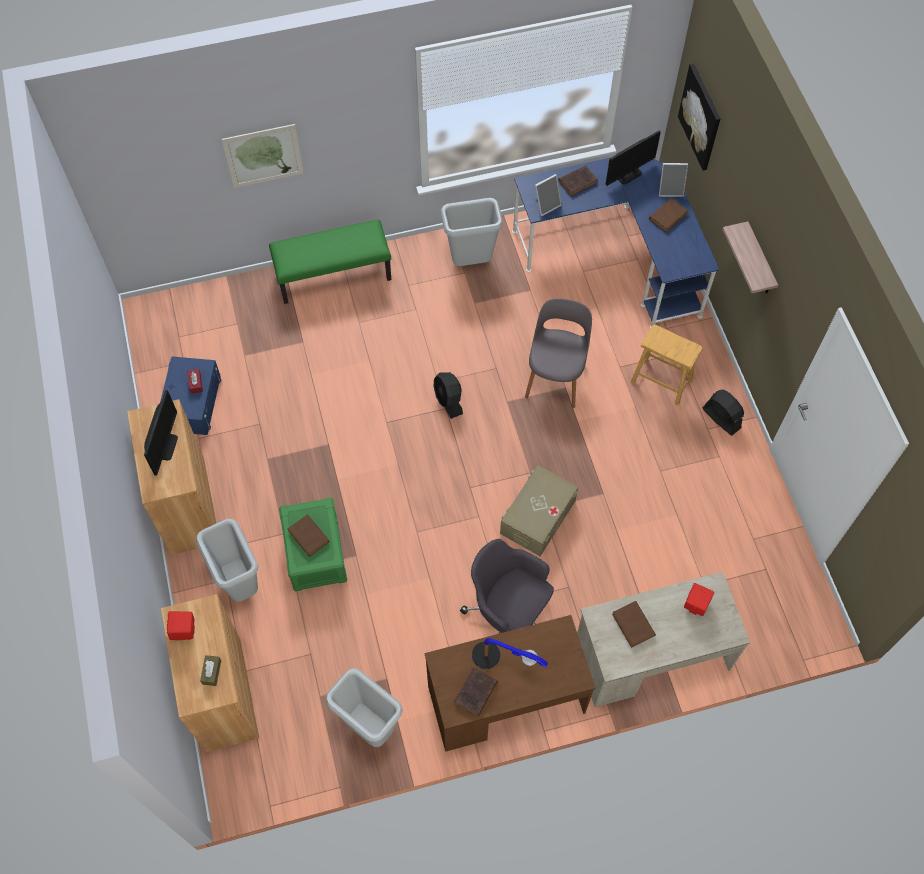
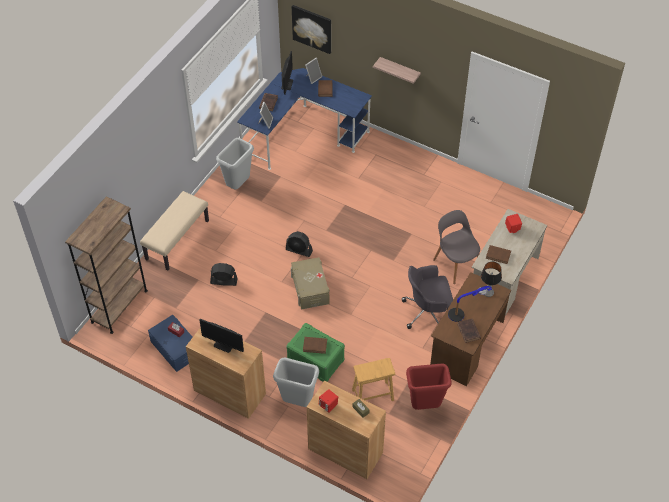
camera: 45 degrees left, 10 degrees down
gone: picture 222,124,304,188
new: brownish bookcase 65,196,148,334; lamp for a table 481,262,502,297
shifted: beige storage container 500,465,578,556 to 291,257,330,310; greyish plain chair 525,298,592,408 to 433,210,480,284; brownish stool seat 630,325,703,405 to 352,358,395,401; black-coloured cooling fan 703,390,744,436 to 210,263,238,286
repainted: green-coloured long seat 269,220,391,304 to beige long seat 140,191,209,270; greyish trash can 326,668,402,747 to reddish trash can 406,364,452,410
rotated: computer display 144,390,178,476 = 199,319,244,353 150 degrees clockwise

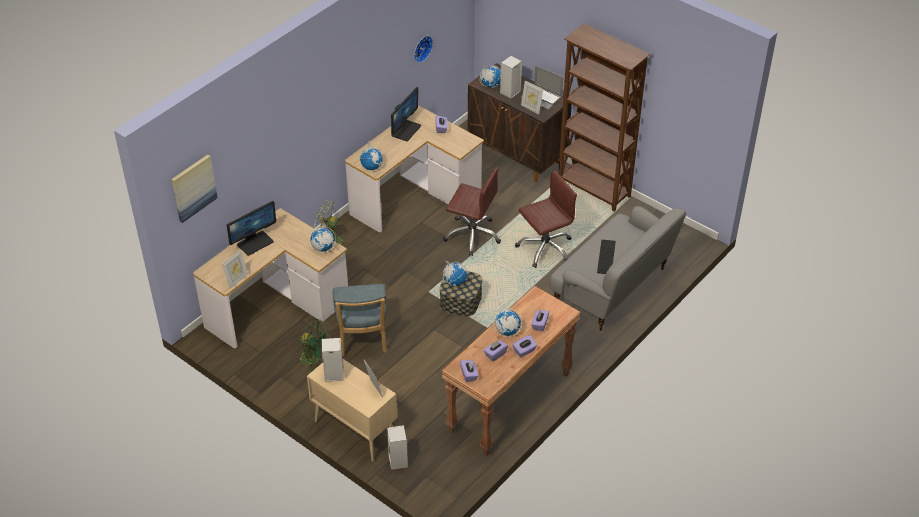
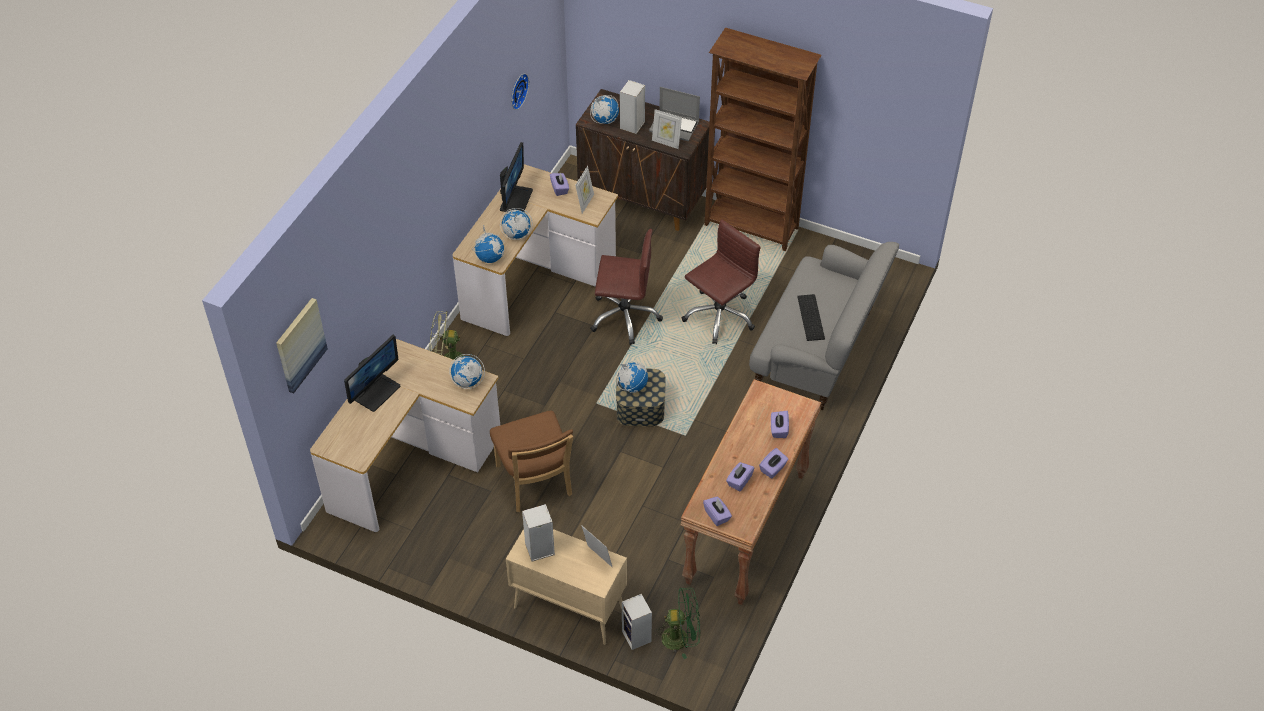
camera: 15 degrees left, 5 degrees up
shifted: picture frame 222,249,248,289 to 575,166,594,214; green-coloured cooling fan 296,318,328,372 to 653,588,700,659; desk globe 493,308,522,337 to 500,208,532,240
repainted: blue plain chair 333,284,387,356 to brownish plain chair 490,411,573,512

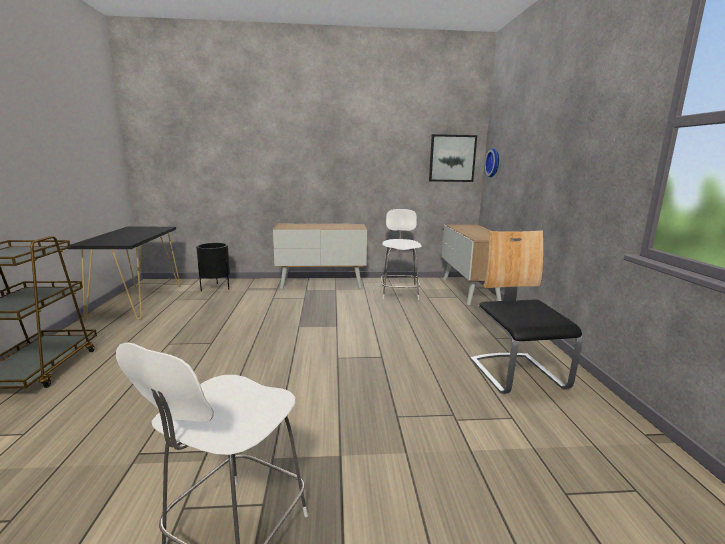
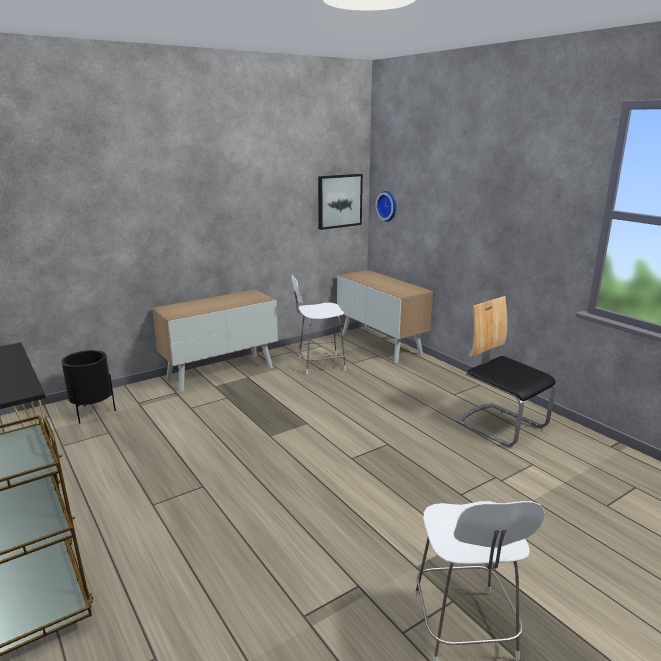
camera: 30 degrees left, 5 degrees up
rotated: whitish plain chair 381,209,422,300 = 291,274,347,375 75 degrees counterclockwise

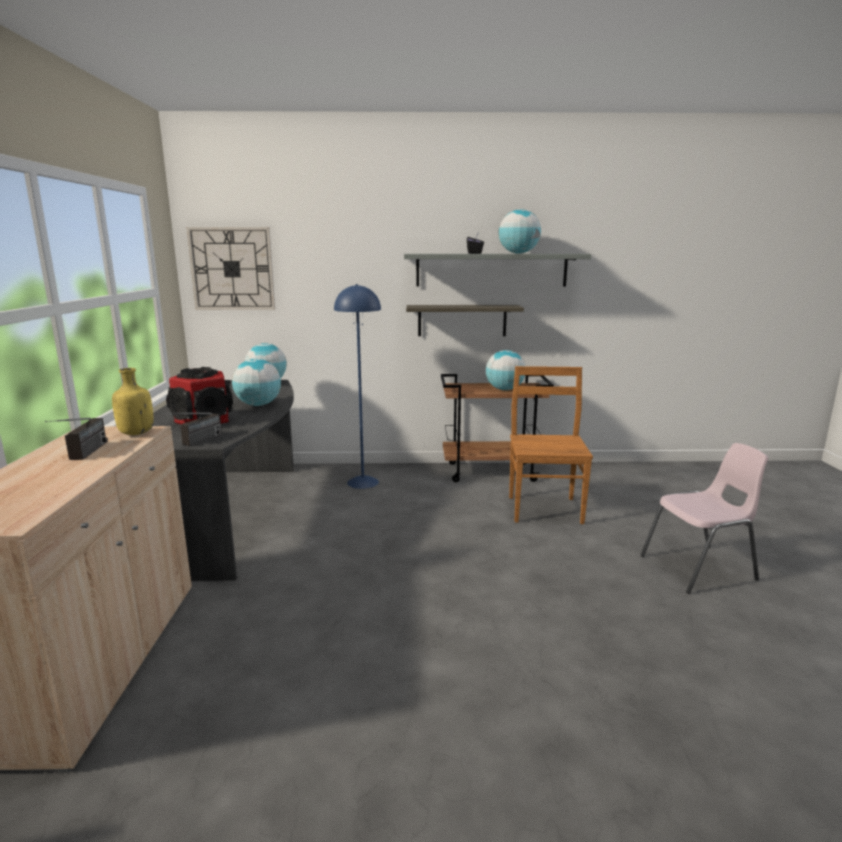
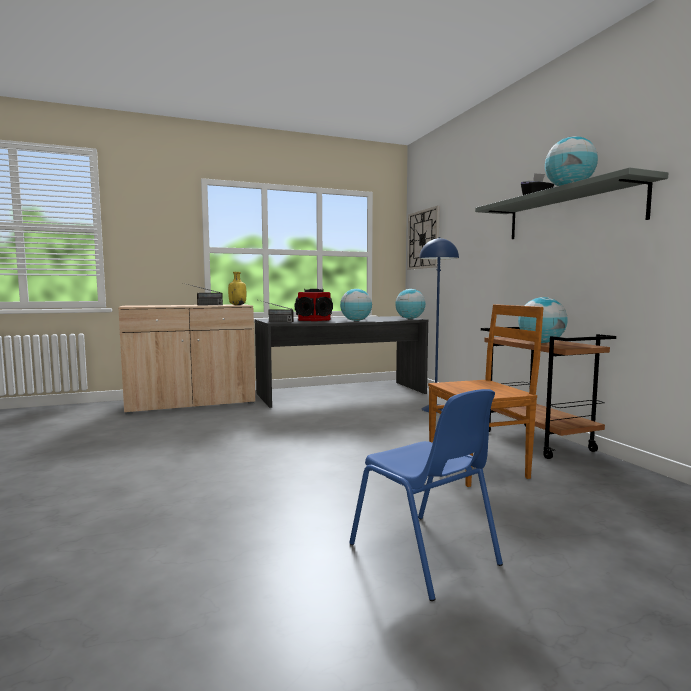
camera: 70 degrees right, 10 degrees down
gone: shelf 406,305,524,336
repainted: pinkish plain chair 641,443,768,594 to blue plain chair 349,389,503,601

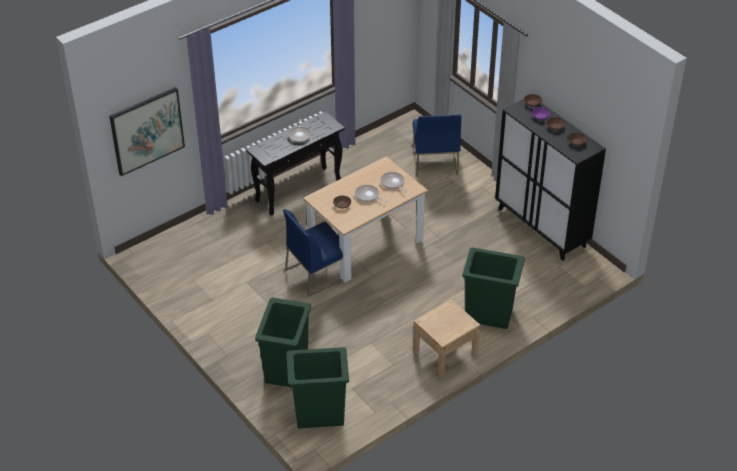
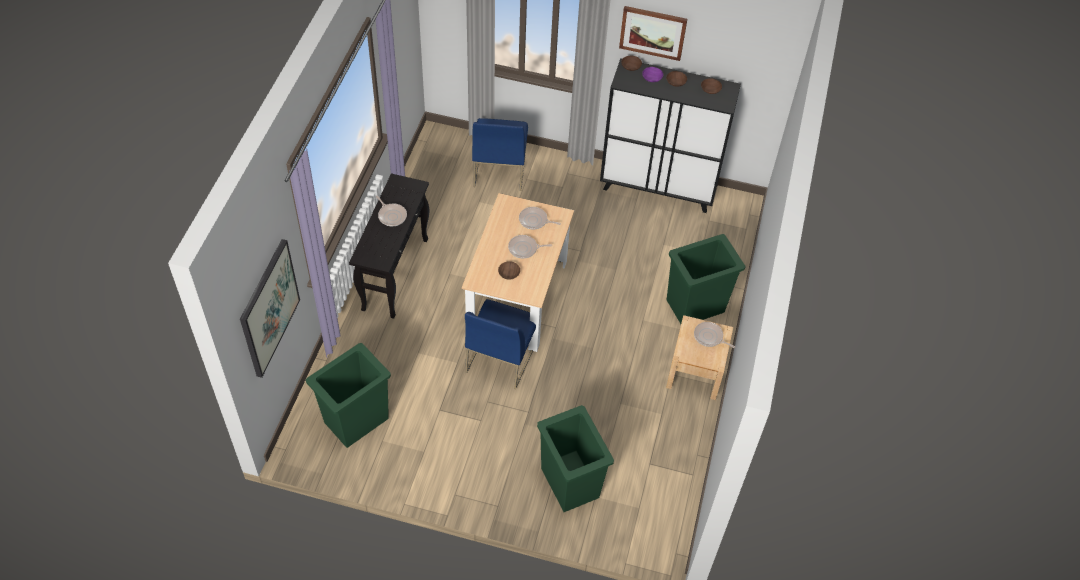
camera: 40 degrees left, 10 degrees up
new: picture 619,6,687,61; frying pan 694,322,735,348
shifted: green-coloured trash can 287,347,349,429 to 306,343,391,448
rotated: blue plain chair 413,114,461,178 = 472,118,528,191 45 degrees clockwise

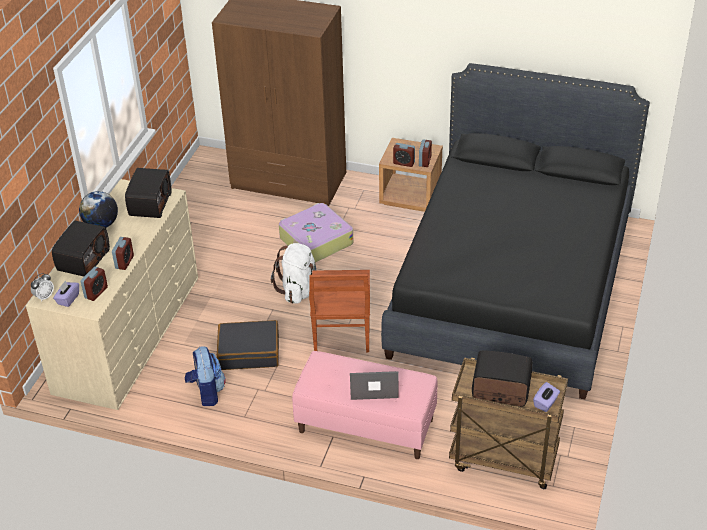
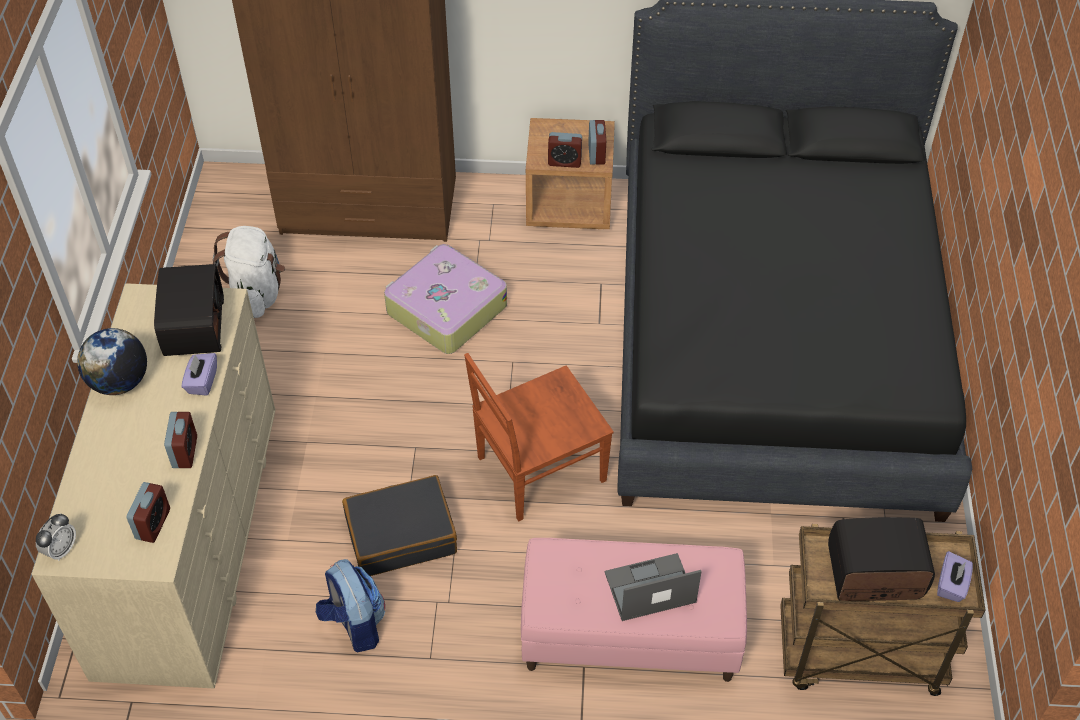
camera: 15 degrees left, 10 degrees up
gone: radio receiver 52,221,110,277
shifted: purple box of tissues 53,281,79,307 to 182,353,217,396; whitish knapsack 271,243,316,304 to 213,226,285,318
rotated: brownish plain chair 309,270,370,352 = 464,353,614,521 75 degrees clockwise

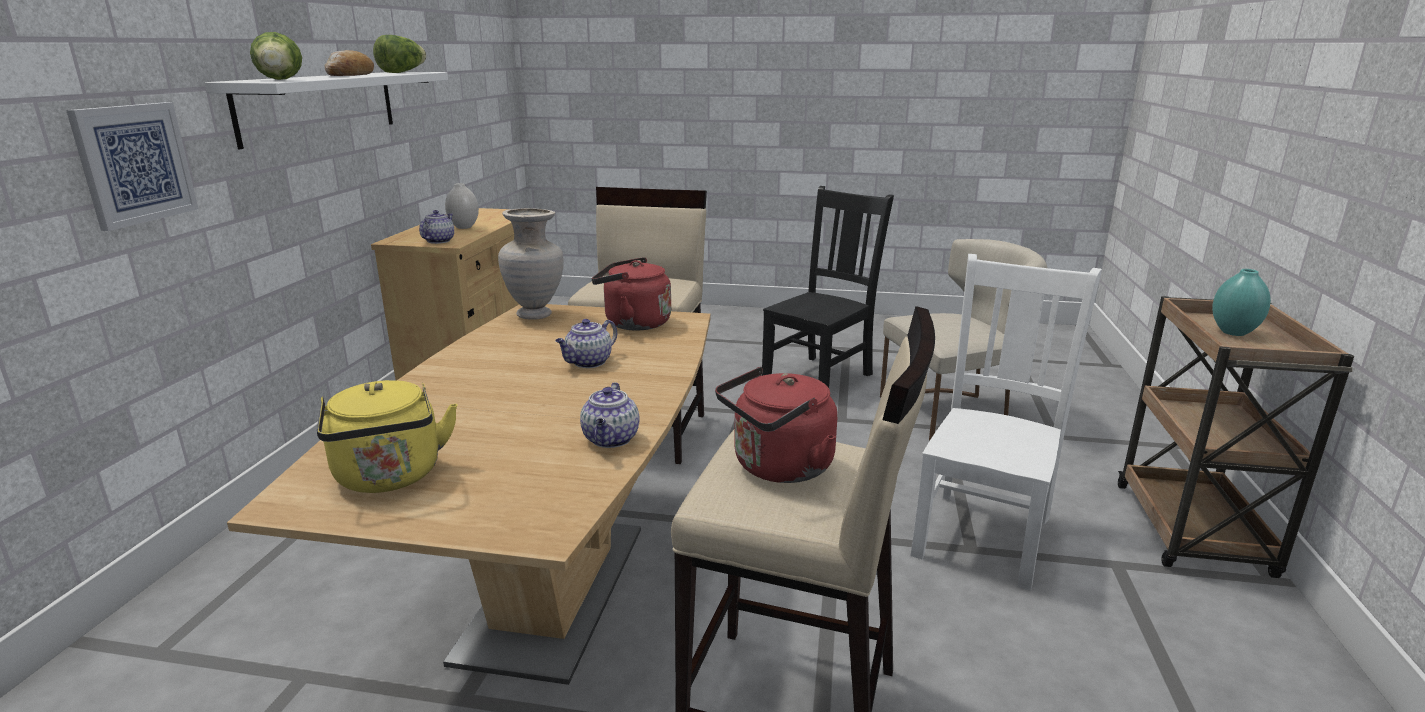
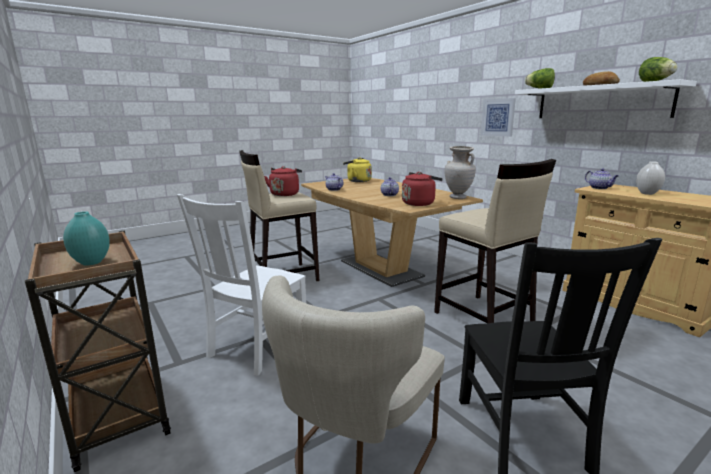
camera: 135 degrees right, 5 degrees down
rotated: whitish plain chair 910,254,1102,591 = 177,194,306,376 45 degrees clockwise

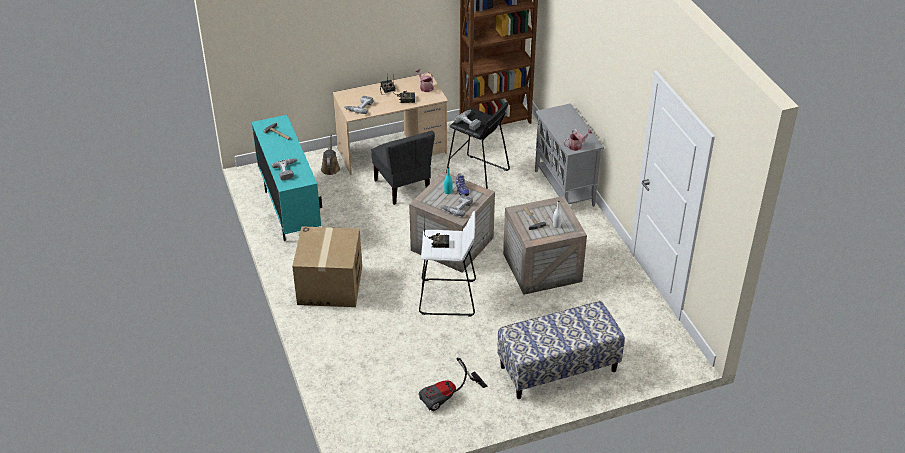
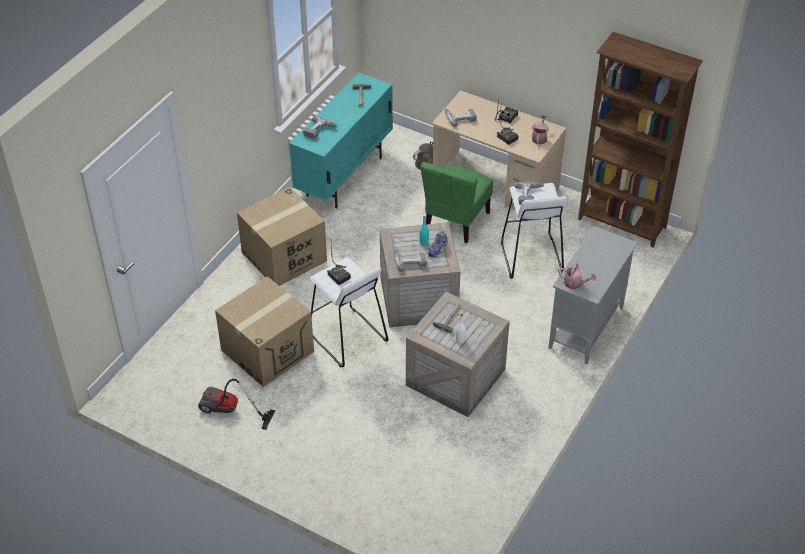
camera: 50 degrees right, 5 degrees up
gone: long seat 497,301,625,399
new: cardboard box 215,276,314,387
repainted: greyish plain chair 371,131,435,205 to green-coloured plain chair 421,162,493,243; black-coloured stool seat 446,102,510,189 to whitish stool seat 501,183,567,279

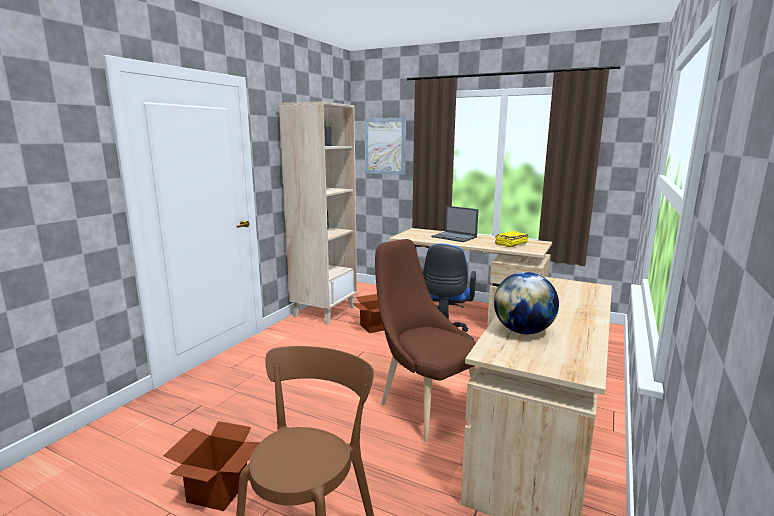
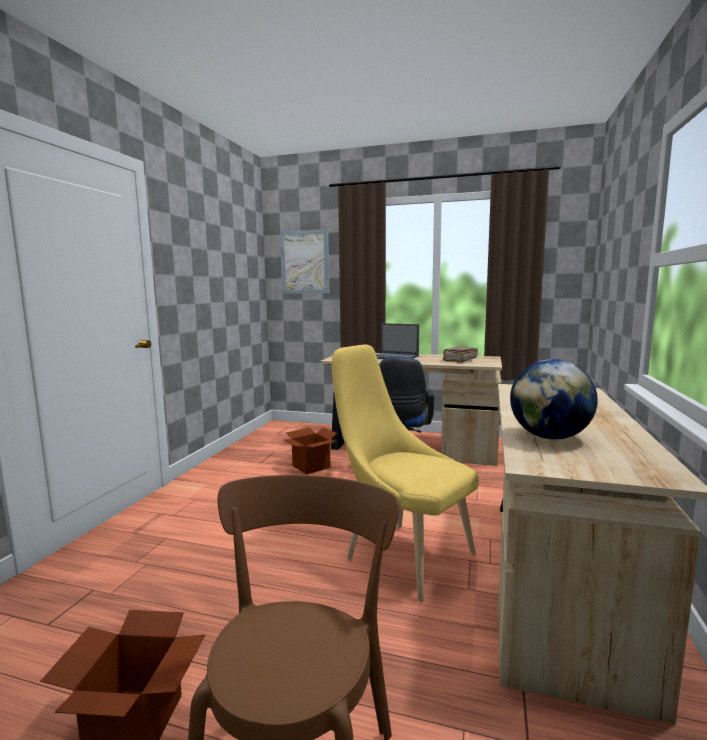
camera: 10 degrees left, 5 degrees down
gone: beige bookcase 279,101,357,325
repainted: brownish plain chair 375,239,477,442 to yellow-coloured plain chair 332,344,479,602; yellow-coloured bound book 495,231,528,247 to brownish bound book 443,346,478,363

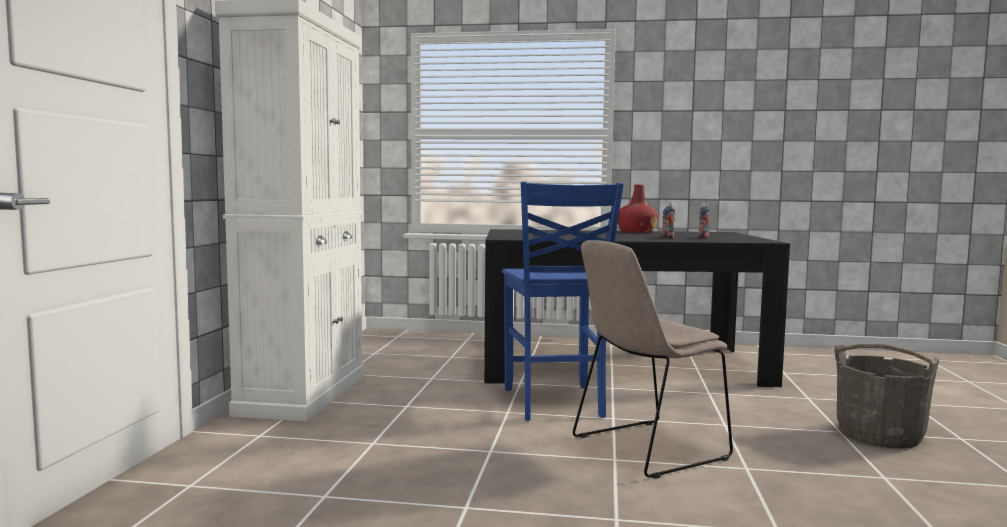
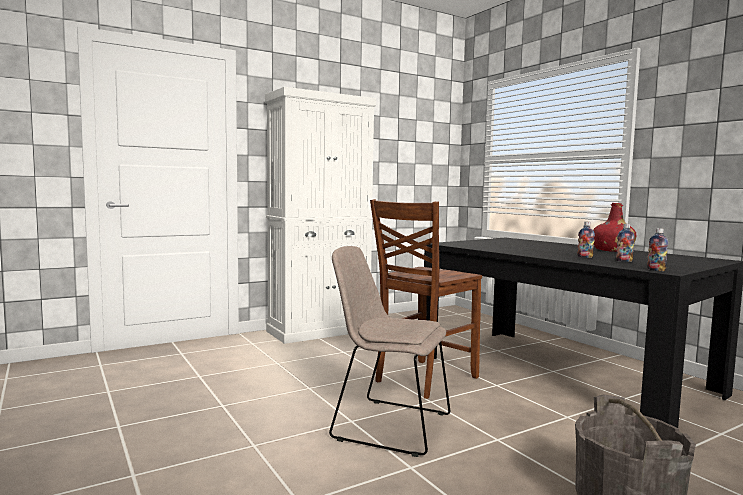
camera: 50 degrees right, 0 degrees up
new: bottle 647,228,668,271
repainted: blue plain chair 502,181,624,421 to brownish plain chair 370,199,482,399

